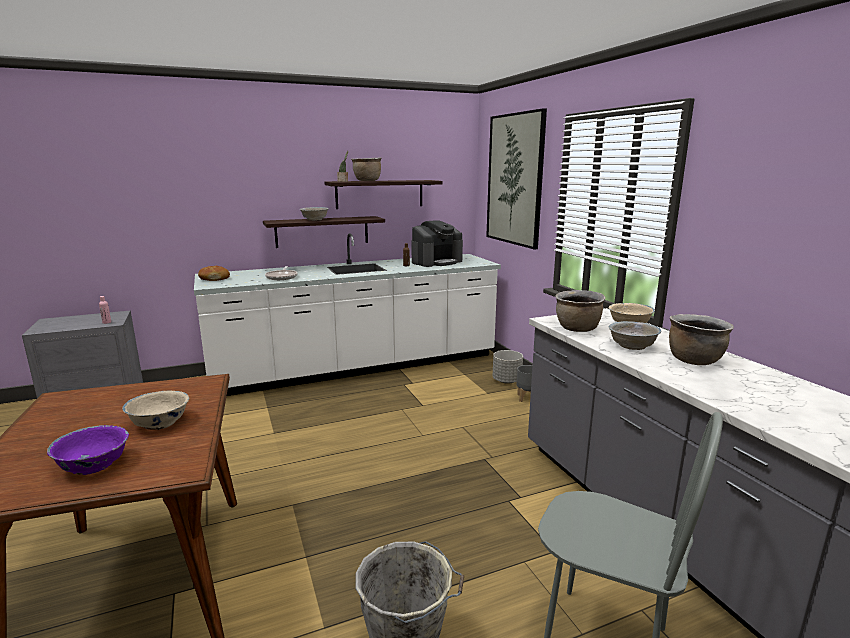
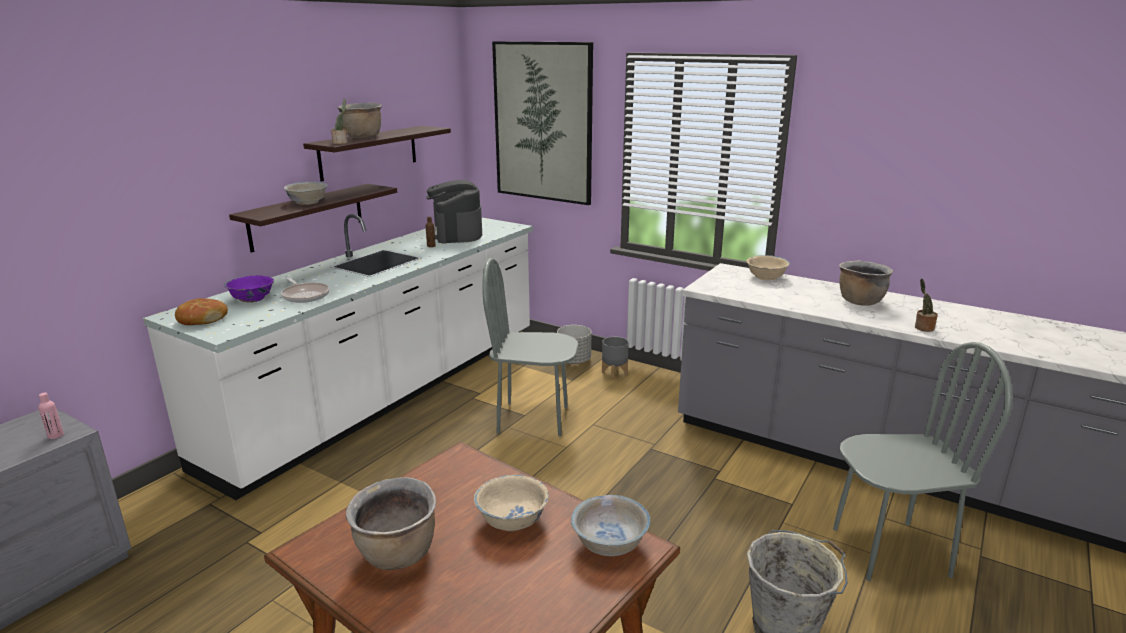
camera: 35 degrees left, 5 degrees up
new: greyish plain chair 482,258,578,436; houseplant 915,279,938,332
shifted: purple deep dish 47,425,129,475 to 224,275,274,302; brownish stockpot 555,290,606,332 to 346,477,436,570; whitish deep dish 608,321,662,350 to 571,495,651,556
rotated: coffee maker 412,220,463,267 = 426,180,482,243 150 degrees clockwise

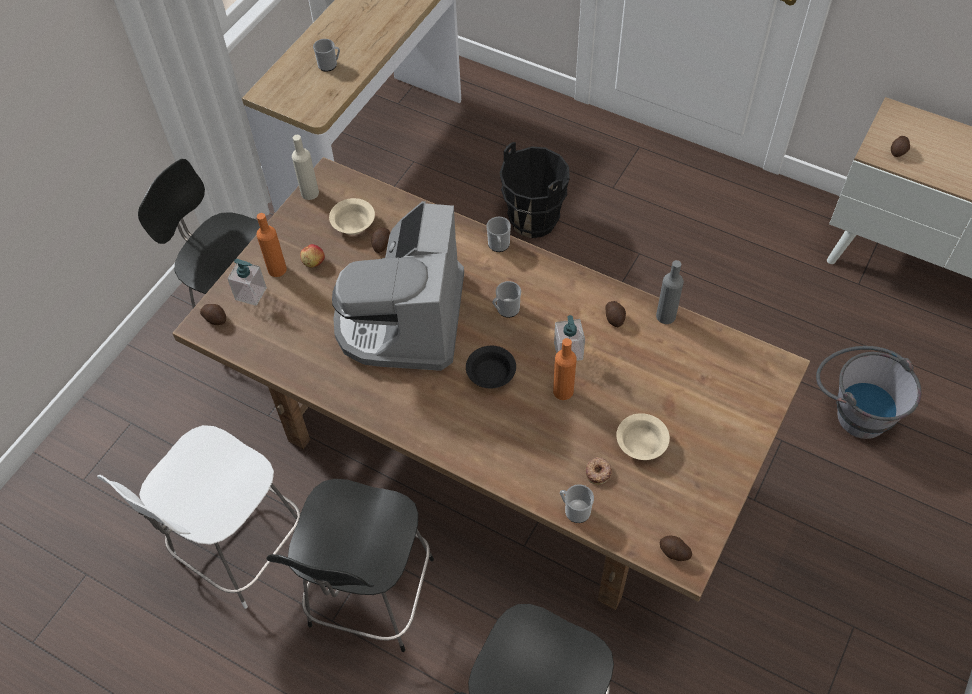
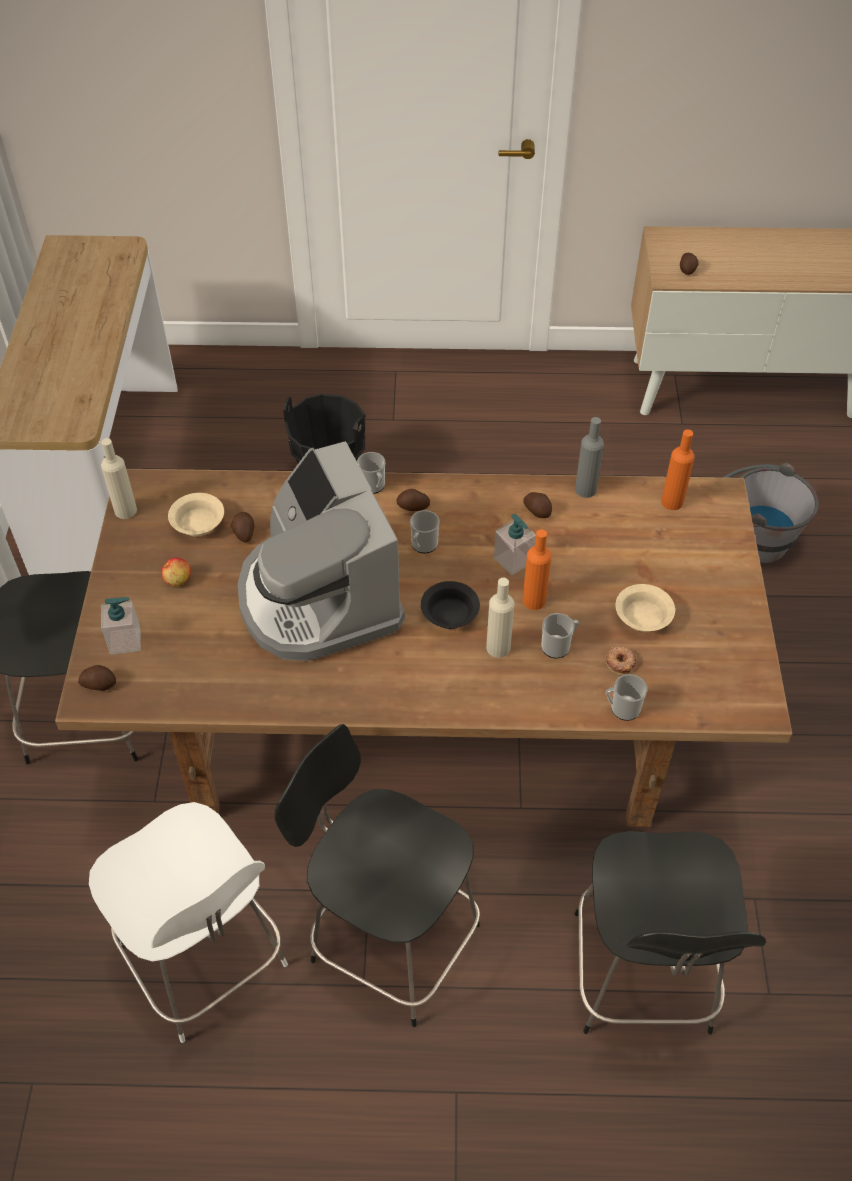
camera: 30 degrees left, 5 degrees down
new: beige bottle 486,578,514,658
shifted: orange bottle 256,213,287,277 to 661,429,695,510; coffee mug 313,39,340,72 to 541,613,579,658; potato 660,536,692,561 to 396,489,430,511
rotated: whitish plain chair 97,425,300,609 = 89,802,288,1043 45 degrees counterclockwise; black-coloured plain chair 266,479,434,652 = 274,724,480,1027 135 degrees clockwise

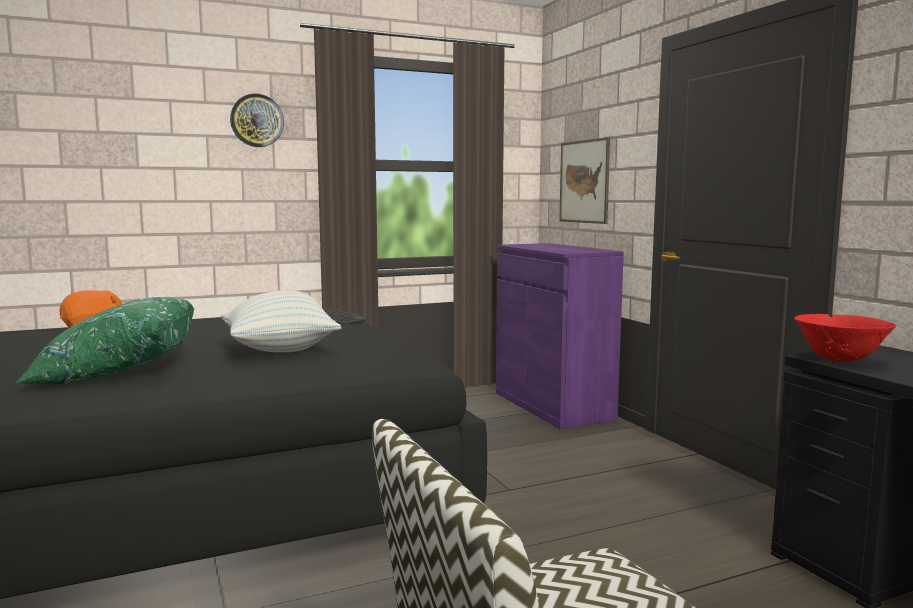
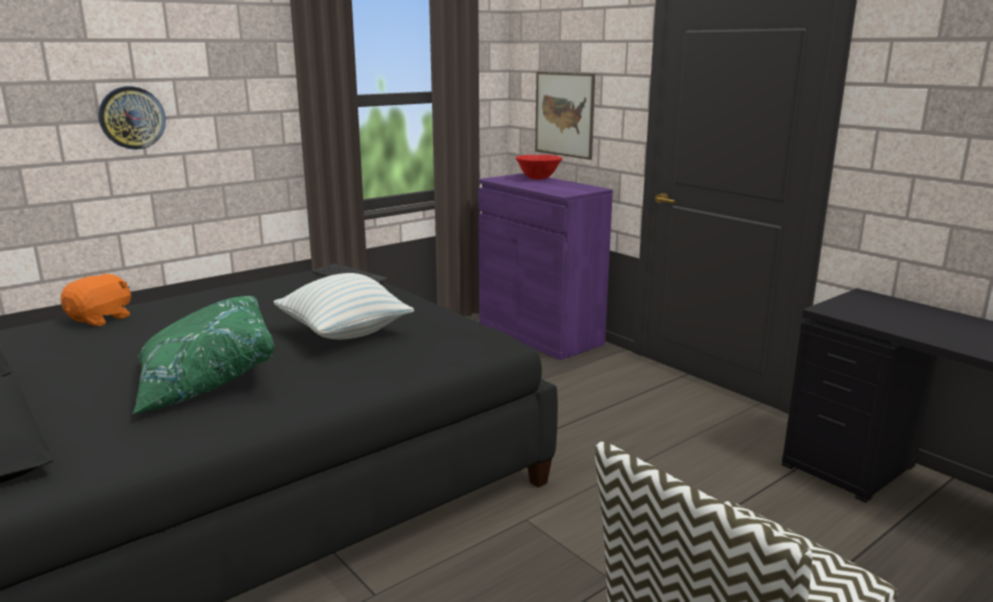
camera: 15 degrees left, 10 degrees up
shifted: clock on the wall 230,94,284,147 to 98,86,166,150; reddish deep dish 795,314,896,362 to 516,155,563,180

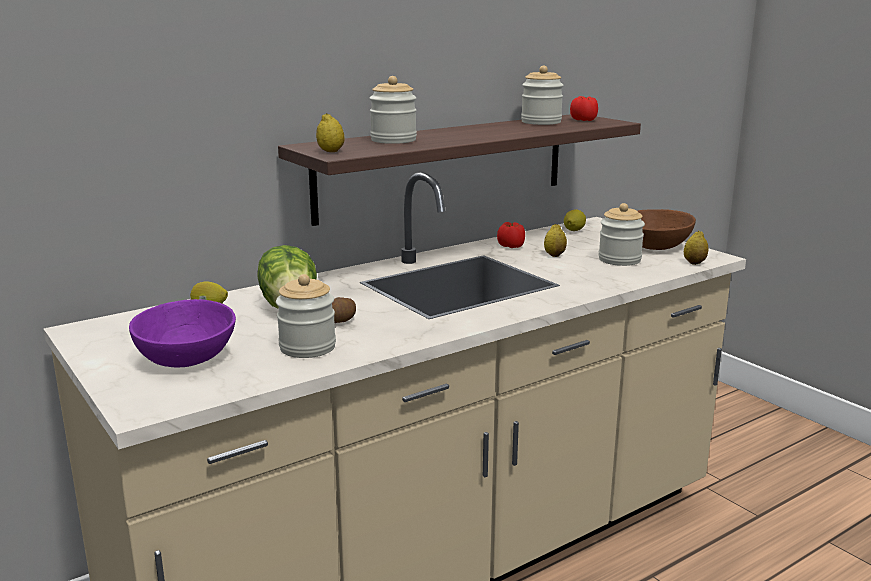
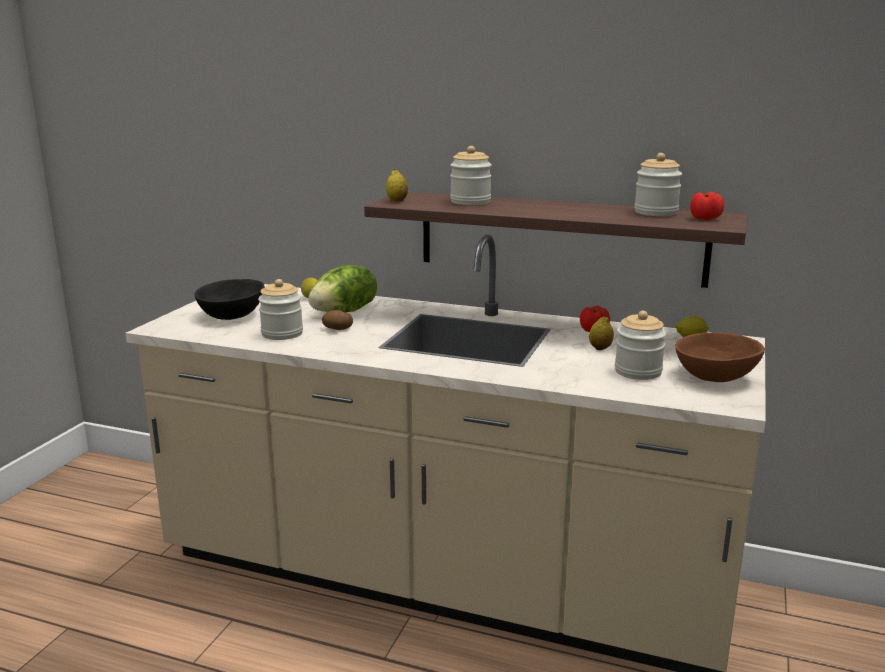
camera: 55 degrees right, 0 degrees up
gone: citrus fruit 684,231,709,265
repainted: purple deep dish 129,299,236,367 to black-coloured deep dish 194,279,265,320

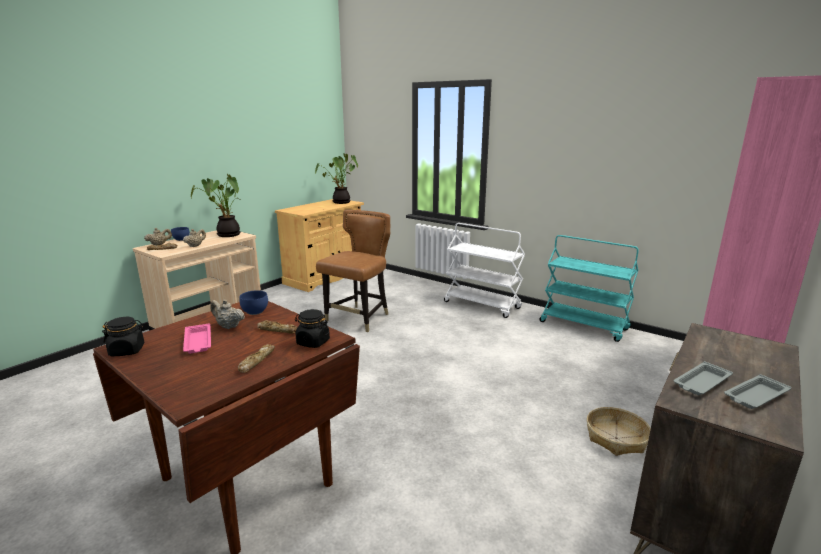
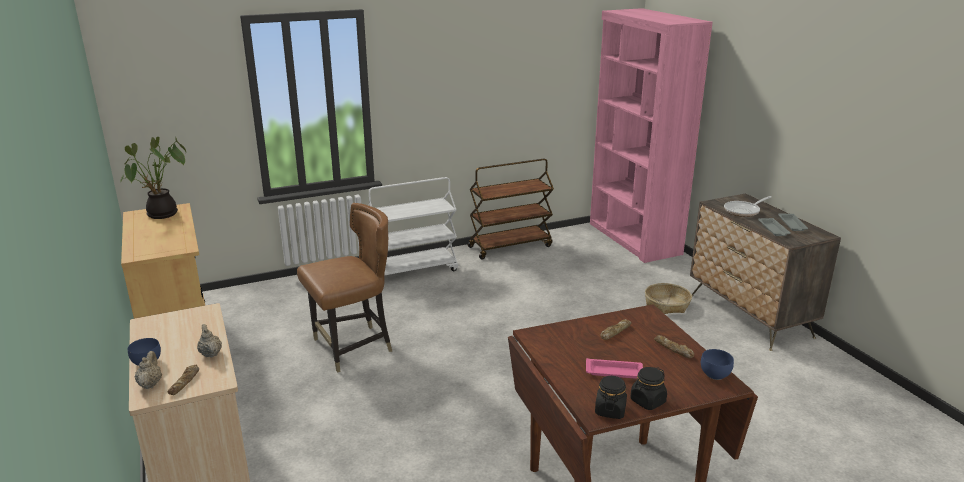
camera: 60 degrees left, 5 degrees up
gone: houseplant 191,174,242,237; beige pot for tea 210,299,245,329
new: frying pan 724,196,772,217
shifted: blue deep dish 239,290,268,315 to 701,349,734,380; black-coloured storage jar 295,309,330,348 to 630,367,667,410
repainted: blue-green wheeled cart 539,235,639,342 to brownish wheeled cart 468,159,554,260
rotated: brownish plain chair 316,210,390,332 = 297,203,392,373 90 degrees clockwise

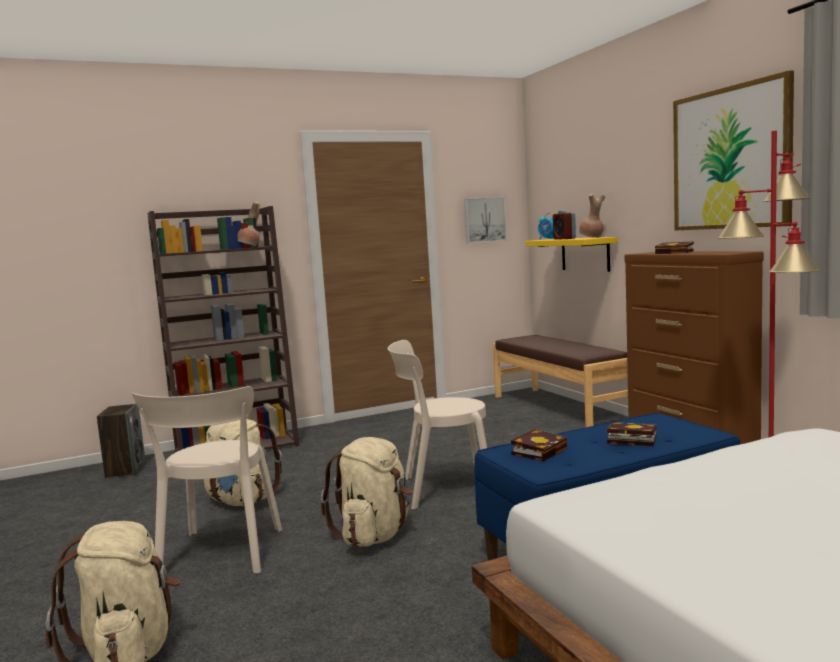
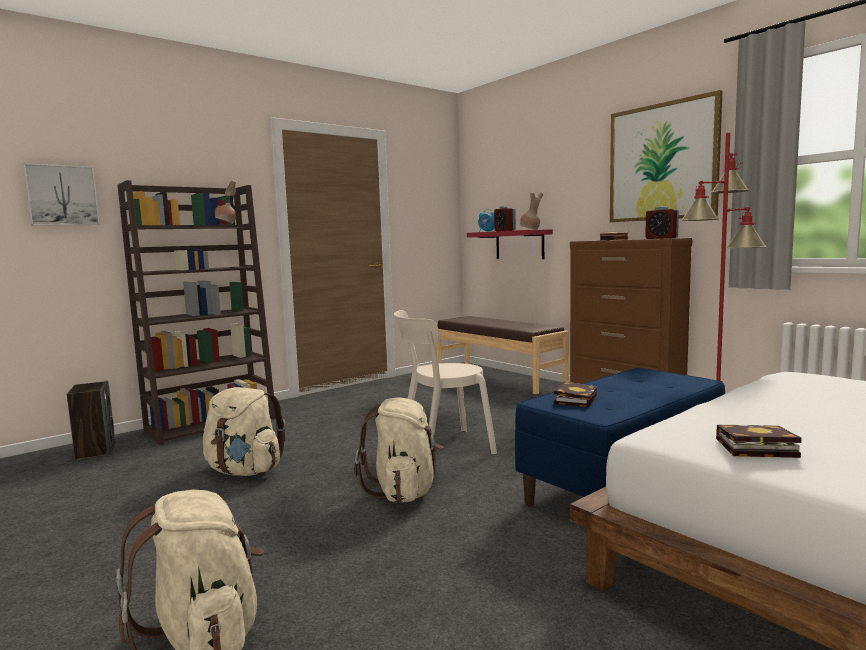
camera: 15 degrees left, 0 degrees up
gone: beige plain chair 132,386,282,573
new: table clock 645,206,679,239
shifted: picture 464,197,507,243 to 23,163,100,225; bound book 607,422,657,446 to 716,425,802,458
repainted: yellow-coloured shelf 525,237,618,272 to reddish shelf 467,229,553,259

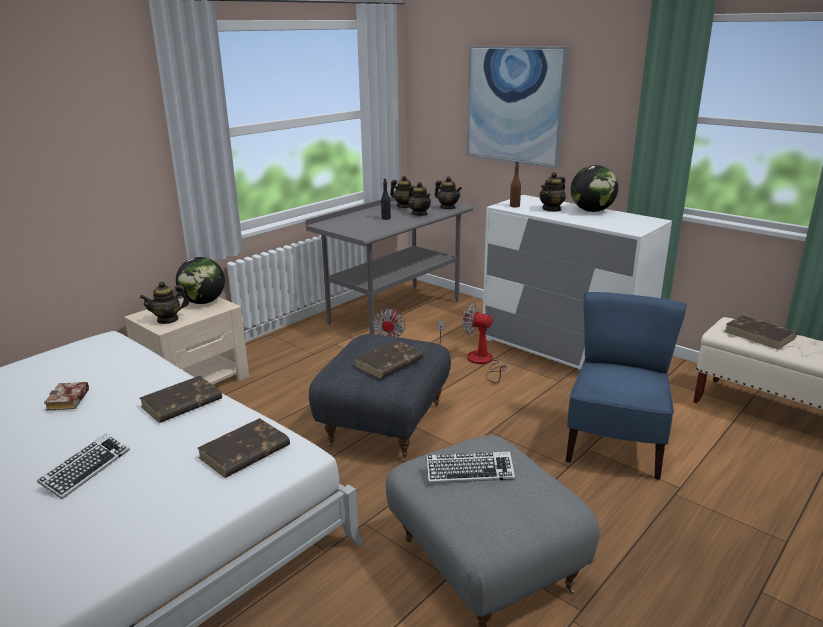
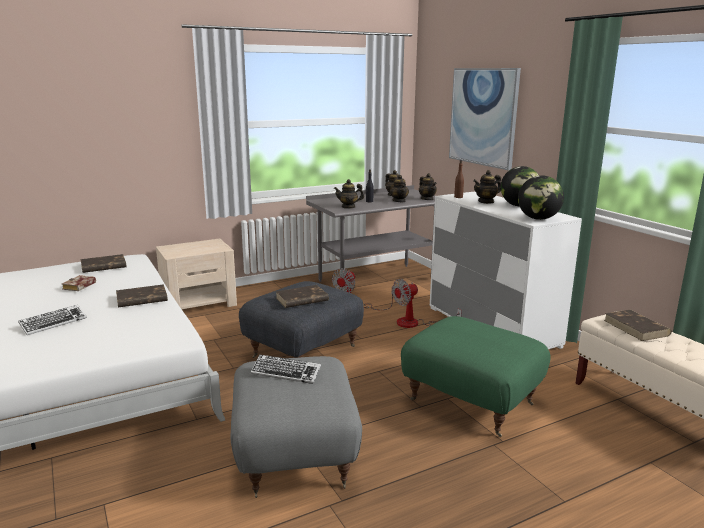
camera: 20 degrees right, 5 degrees down
shifted: pot for tea 140,281,189,324 to 334,179,364,209; desk globe 176,257,225,304 to 518,175,564,220; brownish bound book 197,418,290,478 to 81,254,127,273
swapped: blue plain chair 566,292,687,480 to green-coloured ottoman 401,316,551,437
rotated: cooling fan 463,303,507,383 = 392,279,462,328 75 degrees counterclockwise

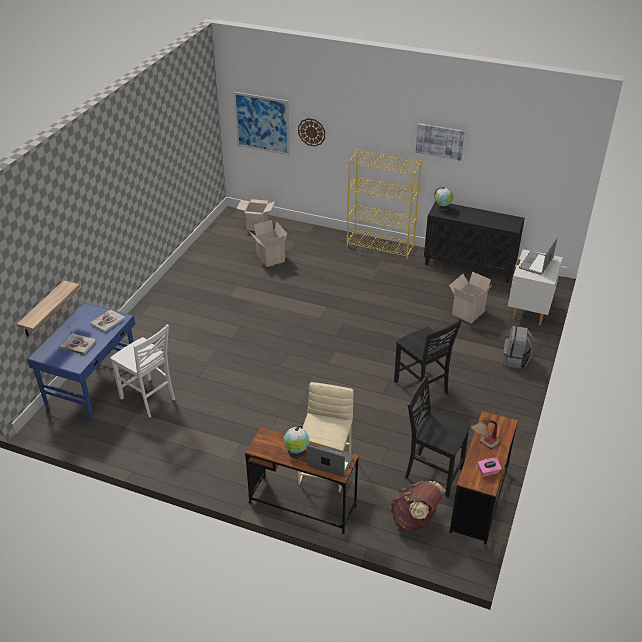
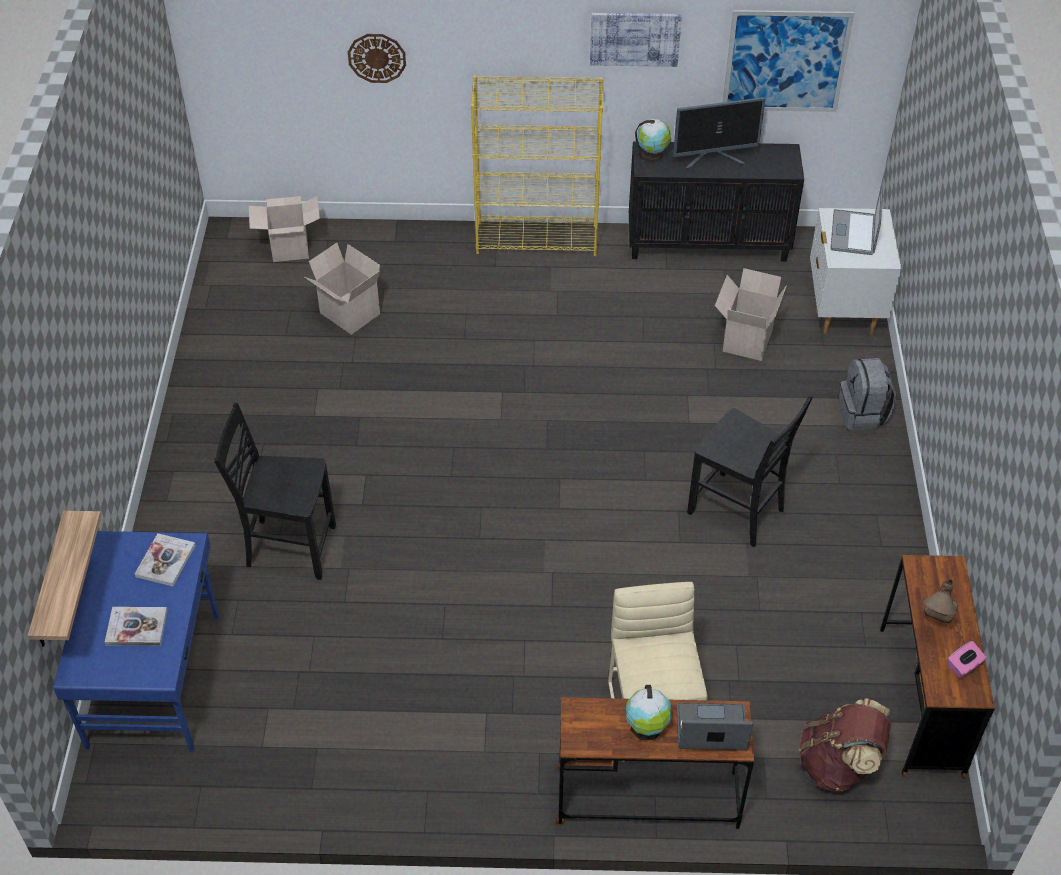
camera: 20 degrees left, 10 degrees up
gone: whitish plain chair 110,324,175,418
new: computer display 673,97,766,169
shifted: picture 234,92,290,156 to 723,10,854,112; black-coloured plain chair 405,375,470,498 to 214,403,336,580

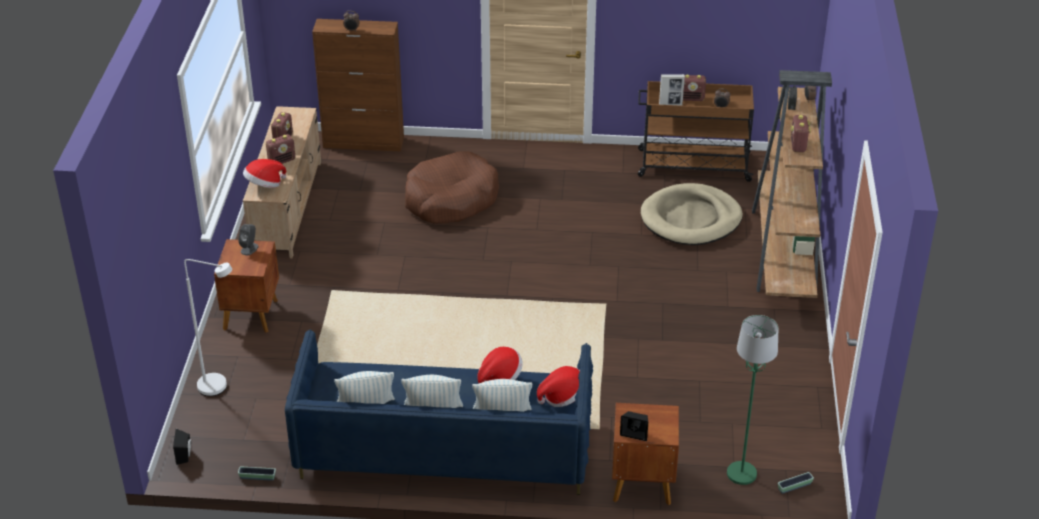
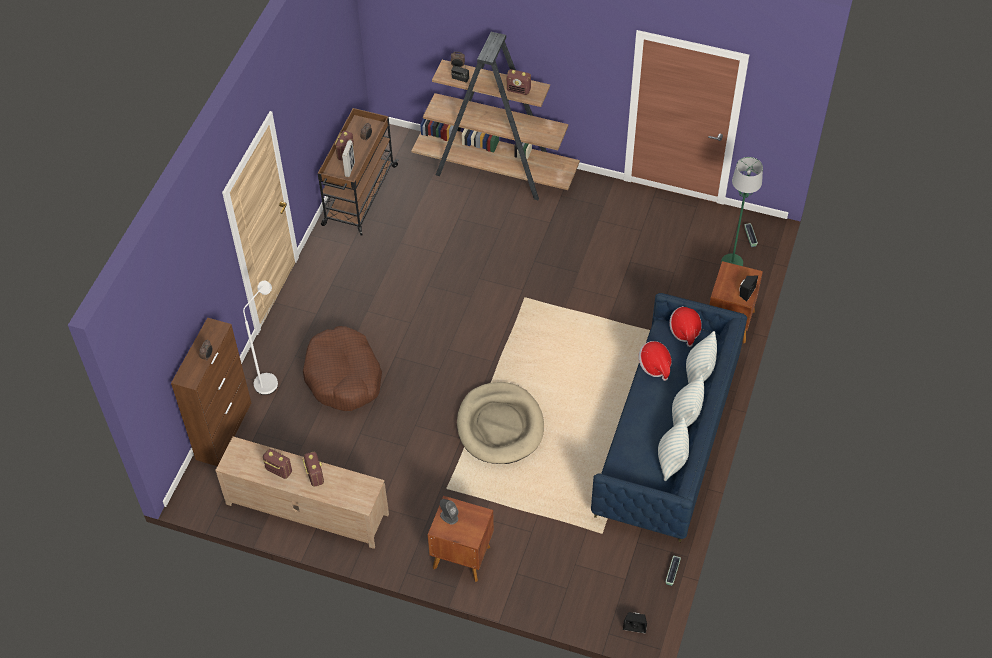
camera: 75 degrees left, 15 degrees up
gone: hat 243,159,286,188
shifted: whitish standing lamp 184,259,232,396 to 243,281,278,395; beige dog bed 641,183,743,245 to 457,382,544,464

